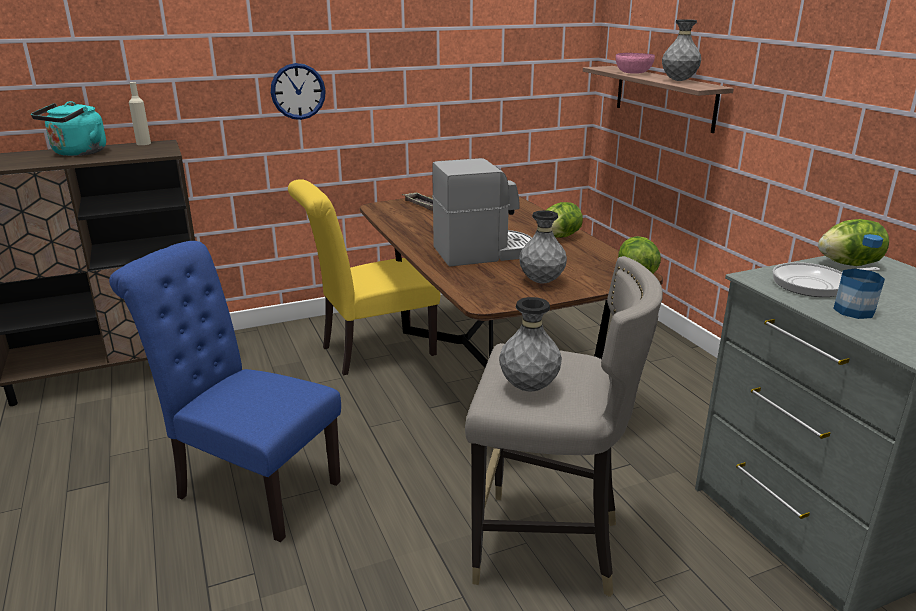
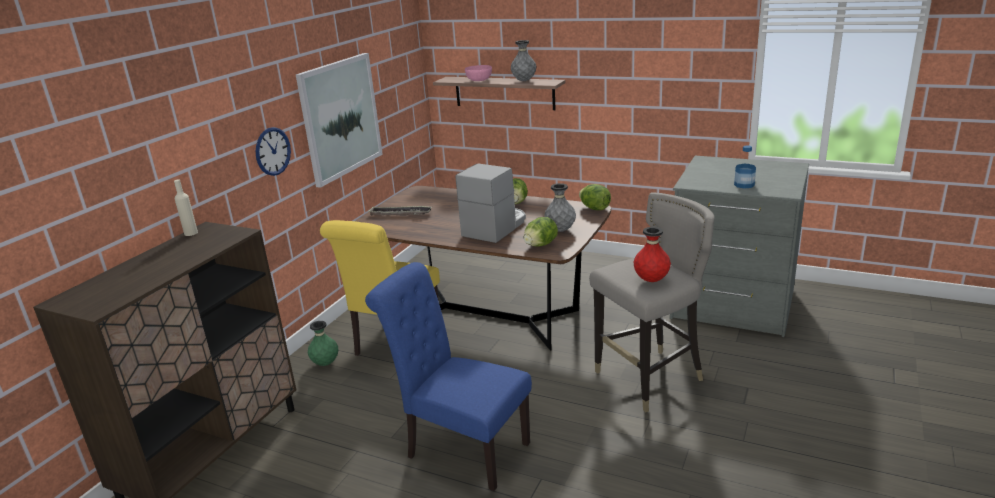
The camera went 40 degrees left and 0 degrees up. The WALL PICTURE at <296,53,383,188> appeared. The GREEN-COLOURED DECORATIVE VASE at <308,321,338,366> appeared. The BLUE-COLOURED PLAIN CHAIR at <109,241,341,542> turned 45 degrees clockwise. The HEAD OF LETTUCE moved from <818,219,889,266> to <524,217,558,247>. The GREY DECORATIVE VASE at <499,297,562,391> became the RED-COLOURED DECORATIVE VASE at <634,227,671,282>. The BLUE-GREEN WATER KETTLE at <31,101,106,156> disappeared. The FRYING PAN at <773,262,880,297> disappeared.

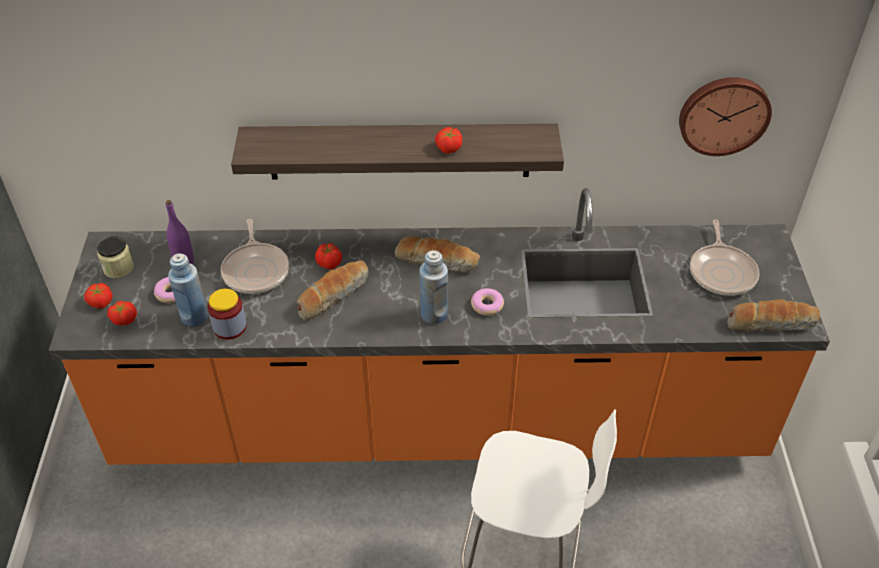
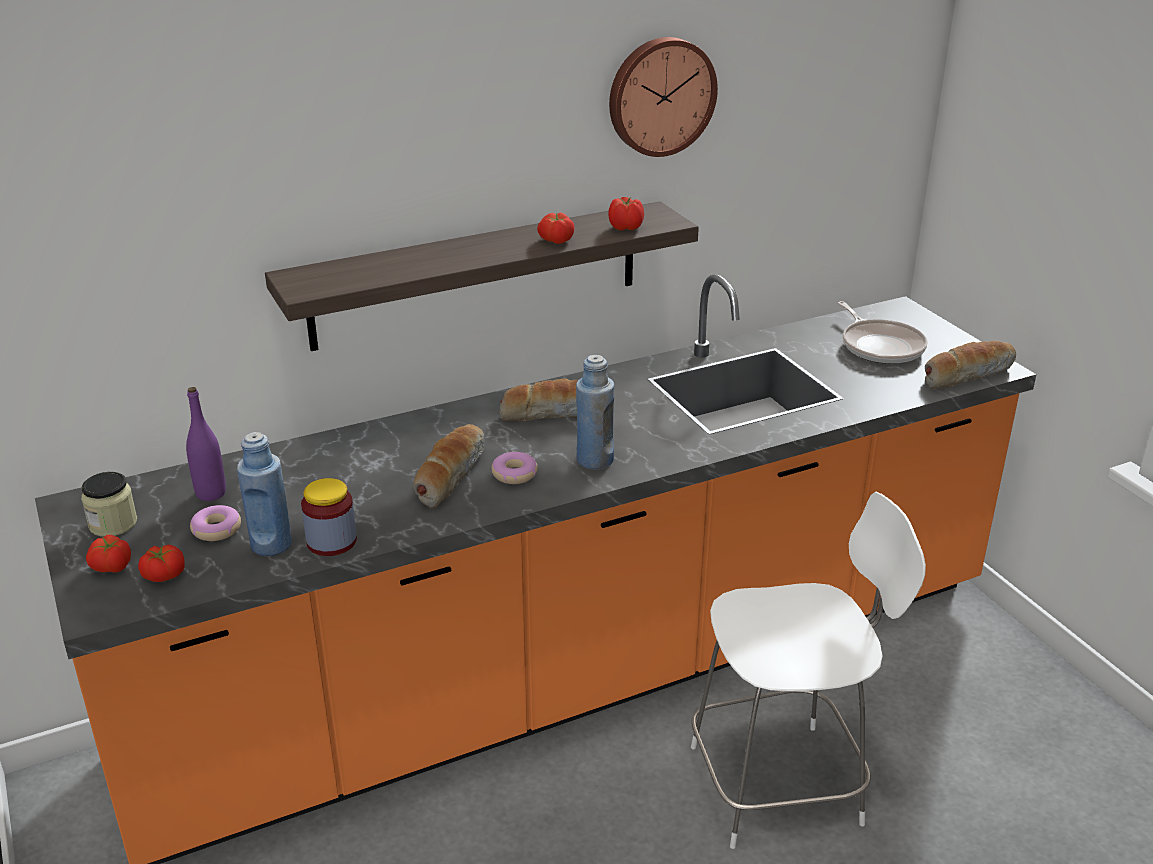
The camera went 25 degrees left and 15 degrees down. The DOUGHNUT moved from <471,288,504,316> to <491,452,538,484>. The FRESH TOMATO moved from <315,243,342,270> to <608,197,644,231>. The HANGING CLOCK moved from <679,77,772,156> to <609,37,718,157>. The FRYING PAN at <221,219,289,294> disappeared.

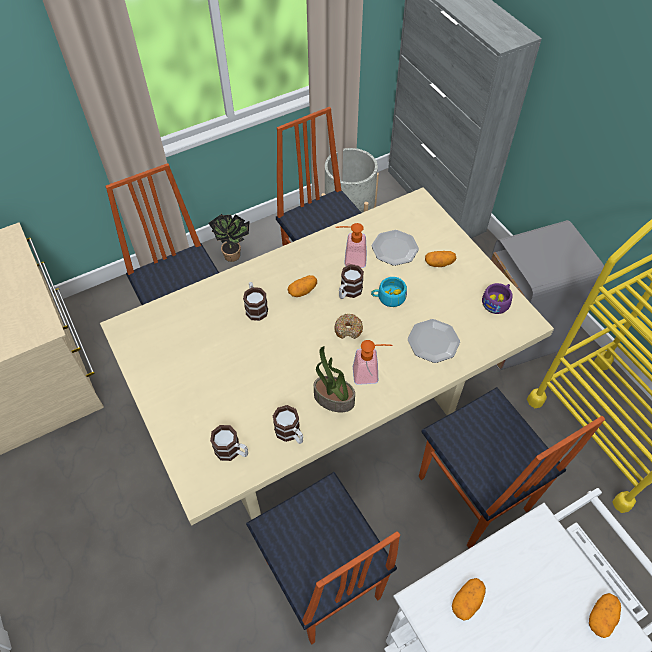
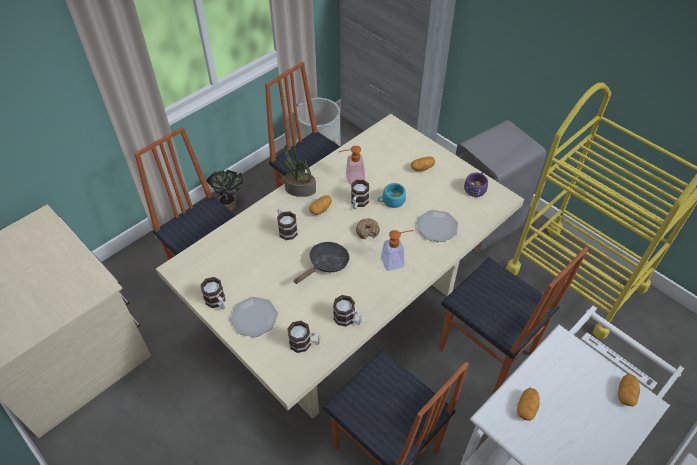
The camera went 15 degrees left and 5 degrees down. The MUG at <201,277,225,310> appeared. The DINNER PLATE moved from <372,230,419,266> to <230,297,278,337>. The POTTED PLANT moved from <314,346,355,413> to <284,145,316,197>. The BLACK FRYING PAN at <294,242,349,284> appeared.

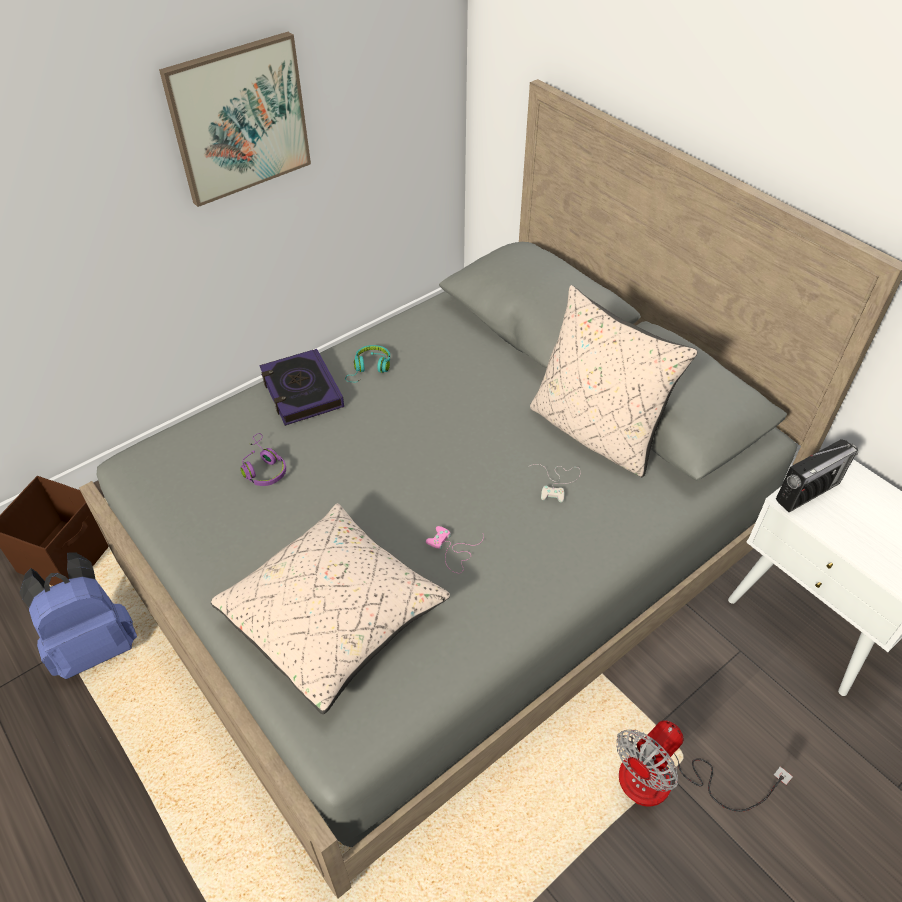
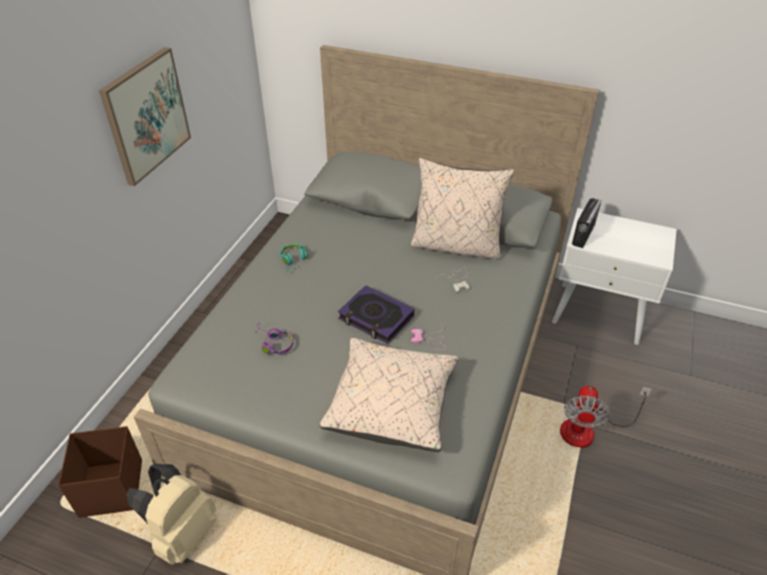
The camera went 30 degrees left and 5 degrees down. The BLUE-COLOURED RUCKSACK at <19,553,137,679> became the BEIGE RUCKSACK at <127,464,216,565>. The VOLUME moved from <259,349,344,426> to <338,285,414,344>.

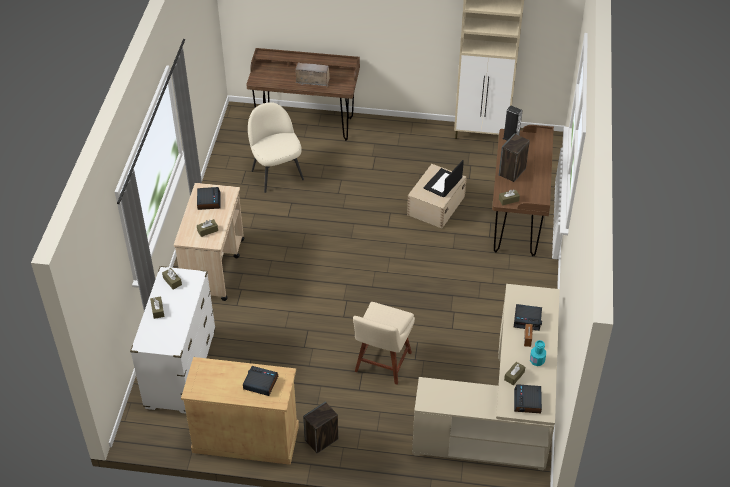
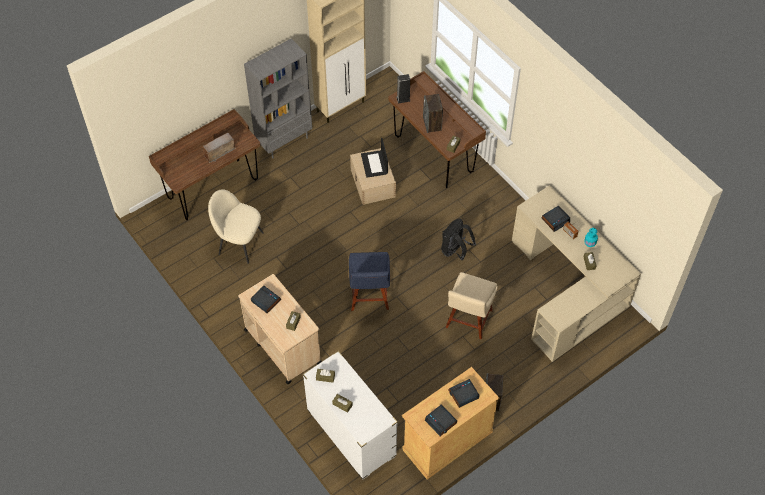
The camera went 45 degrees left and 10 degrees up. The GREY BOOKSHELF at <244,39,312,159> appeared. The BLUE-COLOURED PLAIN CHAIR at <349,252,390,311> appeared. The BEDSIDE CLOCK moved from <514,384,542,413> to <425,404,457,436>. The BLACK RUCKSACK at <441,219,476,260> appeared. The BEIGE PLAIN CHAIR at <353,302,415,385> turned 45 degrees clockwise.

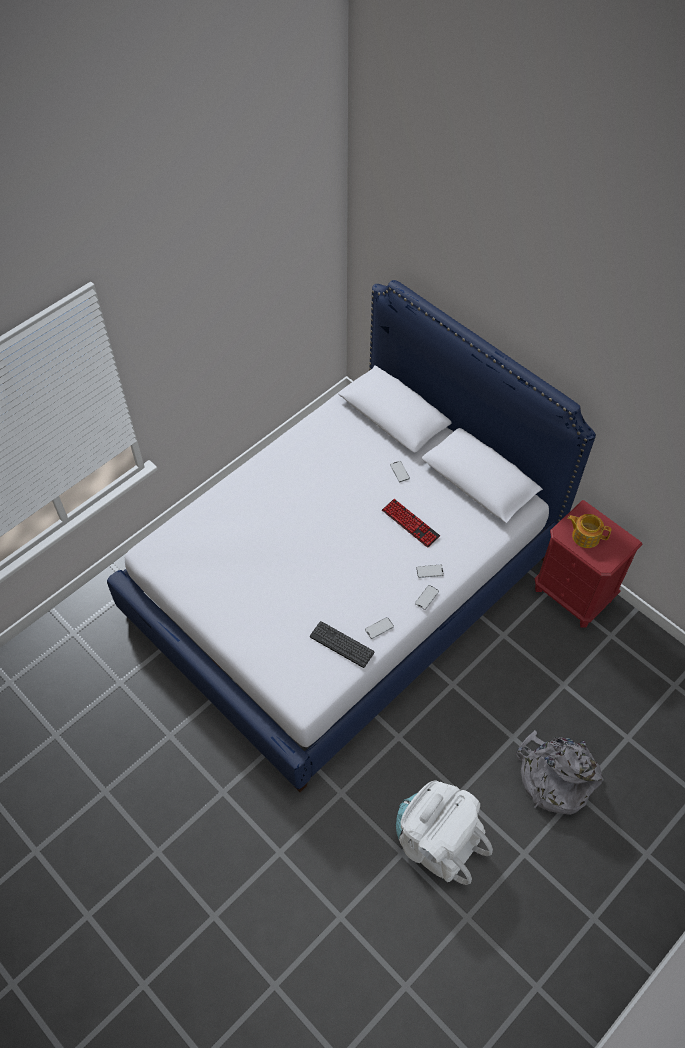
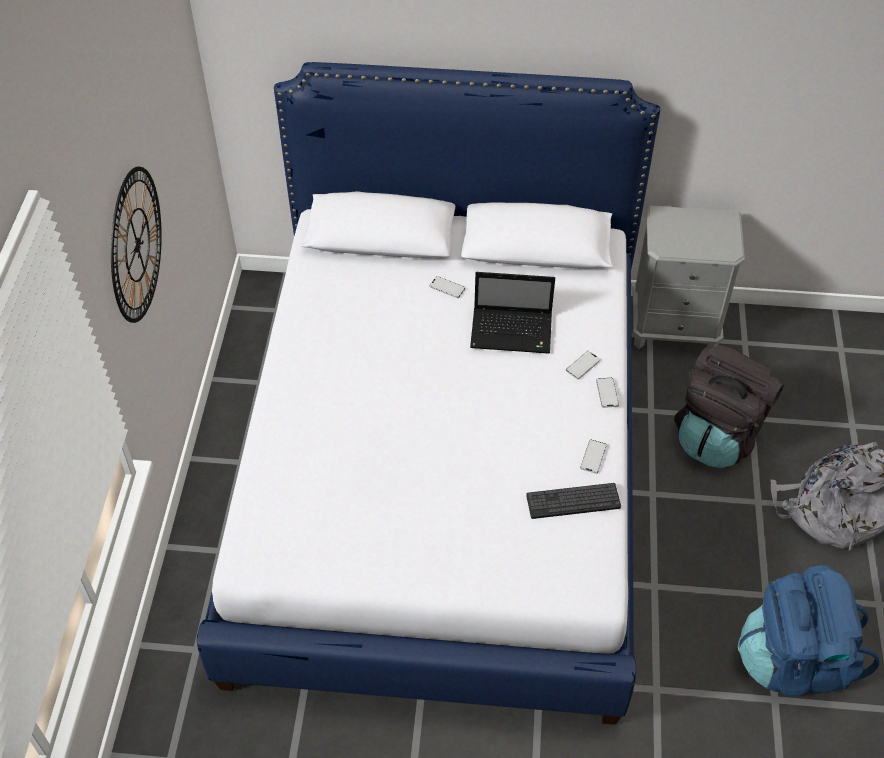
The camera went 40 degrees left and 5 degrees down. The HANGING CLOCK at <111,167,162,323> appeared. The KEYBOARD at <382,499,440,548> was replaced by the PORTABLE COMPUTER at <470,272,555,354>. The RED-COLOURED BEDSIDE TABLE at <535,500,642,627> became the GREY BEDSIDE TABLE at <632,206,745,349>. The BLACK RUCKSACK at <674,345,784,468> appeared. The WHITE RUCKSACK at <396,780,493,885> became the BLUE-COLOURED RUCKSACK at <738,565,880,696>. The TEAPOT at <568,514,611,548> disappeared.

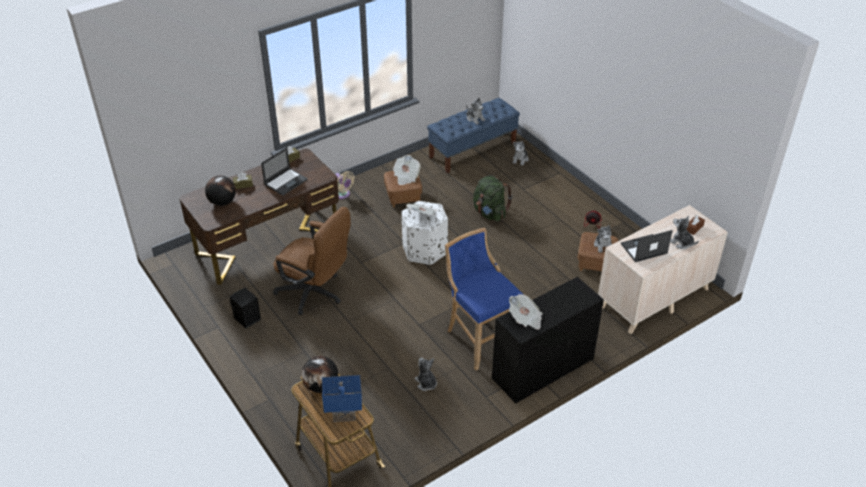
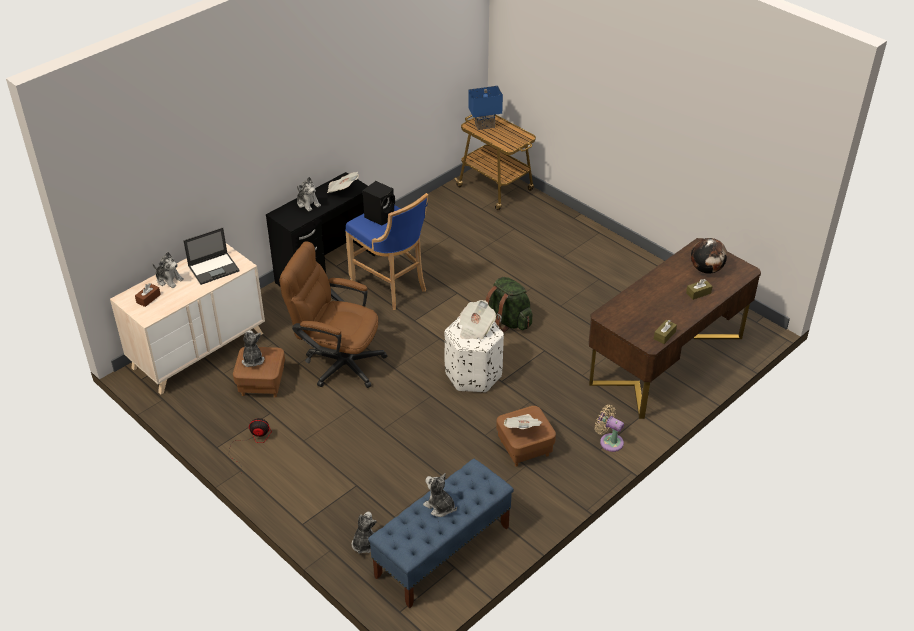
The camera went 170 degrees right and 0 degrees up. The BROWN OFFICE CHAIR moved from <273,207,351,315> to <280,241,387,388>. The PLUSH TOY moved from <415,358,437,391> to <297,177,321,212>. The BLACK LOUDSPEAKER moved from <230,288,261,329> to <363,181,395,226>. The GREEN-COLOURED RUCKSACK moved from <473,175,513,222> to <485,277,532,332>. The PORTABLE COMPUTER at <261,147,308,196> disappeared. The GLOBE at <301,356,338,393> disappeared.

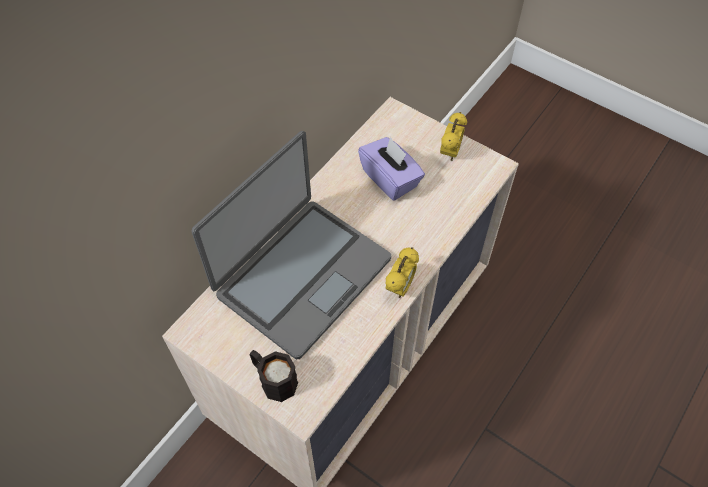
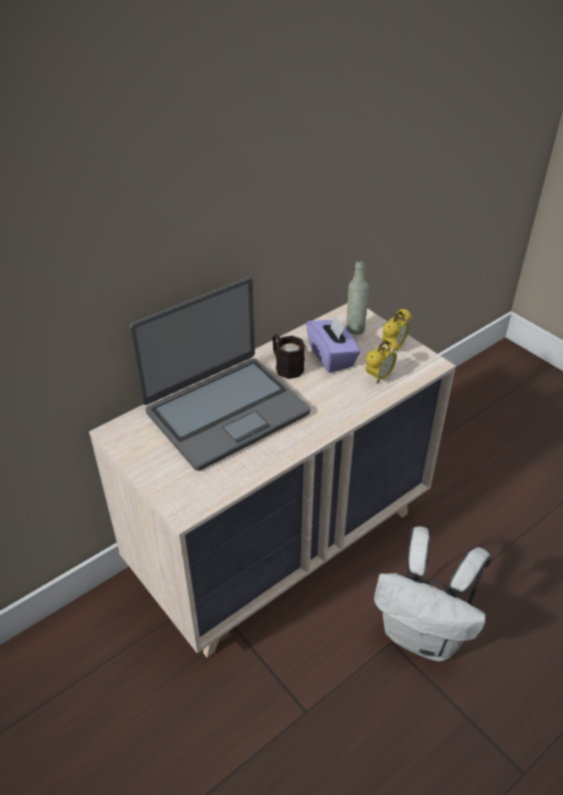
The camera went 15 degrees right and 15 degrees down. The BLACK MUG moved from <250,350,298,402> to <272,334,305,379>. The GREY DRINK BOTTLE at <346,261,369,334> appeared. The BEDSIDE CLOCK moved from <385,247,419,298> to <366,338,399,384>. The WHITE RUCKSACK at <374,526,492,662> appeared.

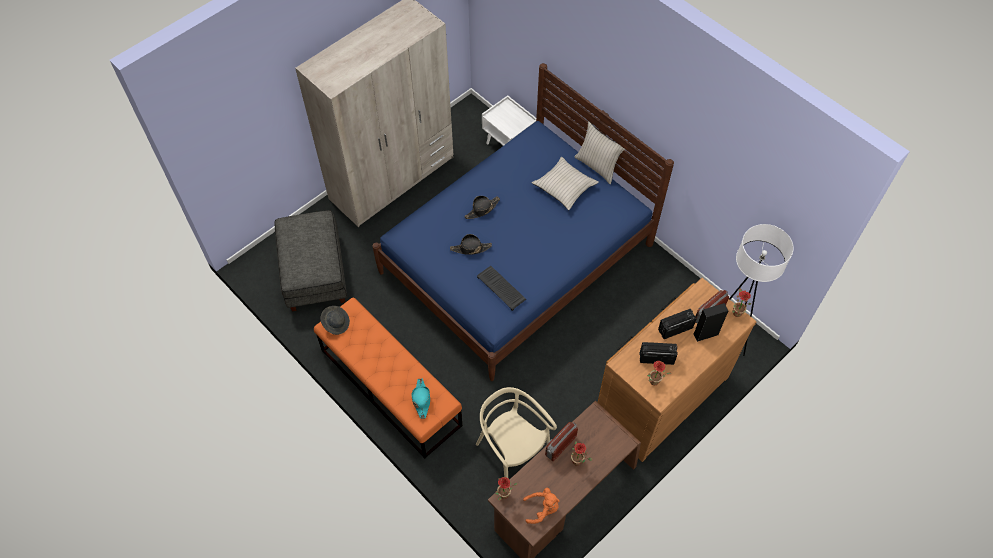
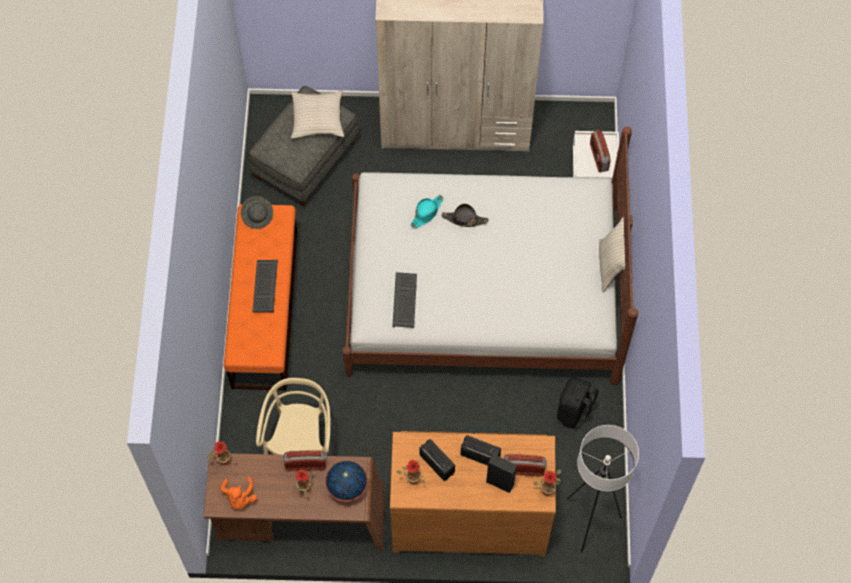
The camera went 45 degrees right and 5 degrees up. The ORANGEY PLUSH TOY at <523,488,560,524> turned 45 degrees clockwise. The KEYBOARD at <252,260,278,312> appeared. The BEIGE PILLOW moved from <532,157,599,210> to <291,91,344,139>. The GLOBE at <325,461,368,502> appeared. The BLUE-COLOURED BED at <373,63,674,381> became the WHITE BED at <342,127,638,386>. The BLUE-GREEN CLOTHING HAT moved from <412,379,430,419> to <410,195,443,229>. The BLACK RUCKSACK at <557,377,600,429> appeared. The RADIO RECEIVER at <590,129,611,172> appeared. The BLACK CLOTHING HAT at <450,234,492,255> disappeared.

